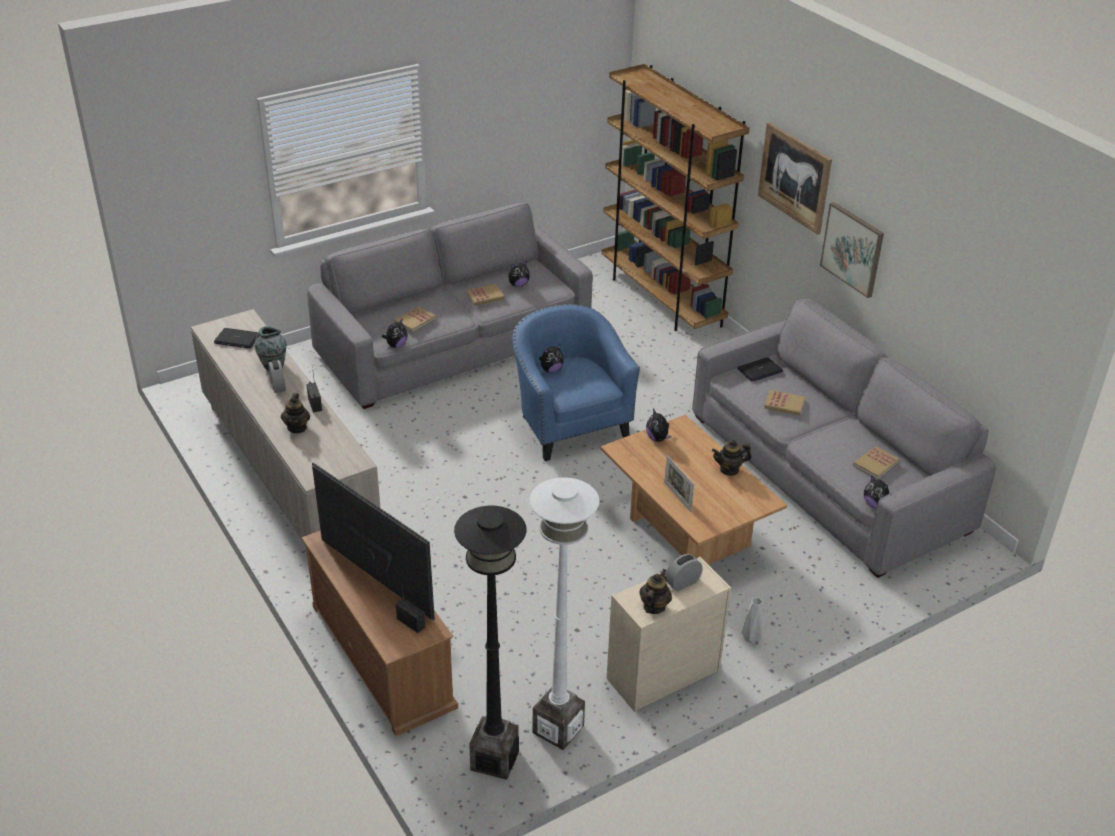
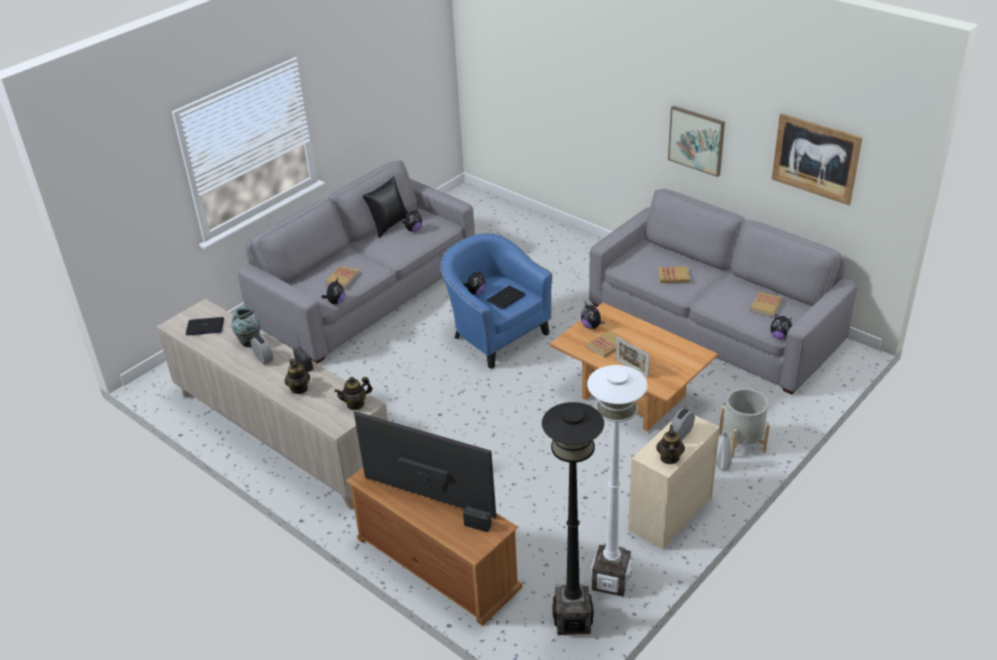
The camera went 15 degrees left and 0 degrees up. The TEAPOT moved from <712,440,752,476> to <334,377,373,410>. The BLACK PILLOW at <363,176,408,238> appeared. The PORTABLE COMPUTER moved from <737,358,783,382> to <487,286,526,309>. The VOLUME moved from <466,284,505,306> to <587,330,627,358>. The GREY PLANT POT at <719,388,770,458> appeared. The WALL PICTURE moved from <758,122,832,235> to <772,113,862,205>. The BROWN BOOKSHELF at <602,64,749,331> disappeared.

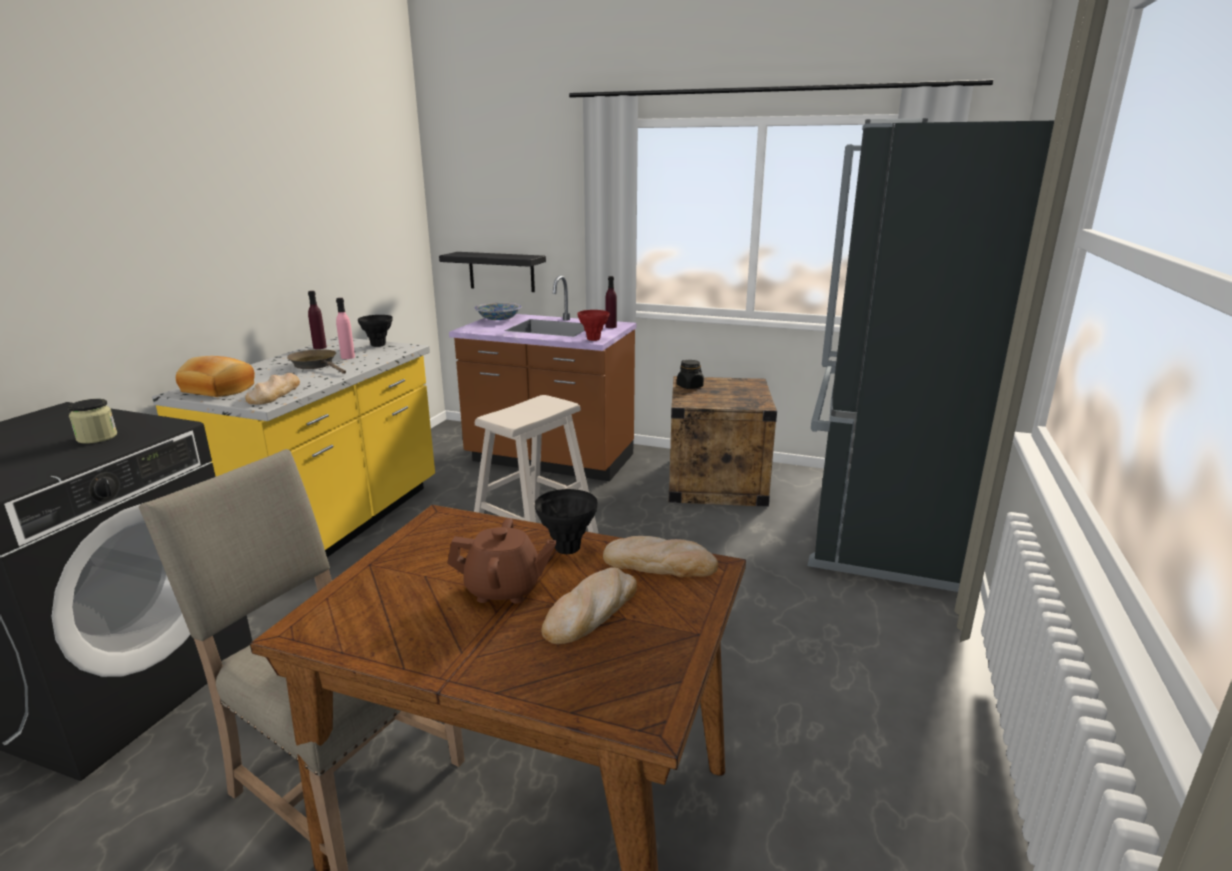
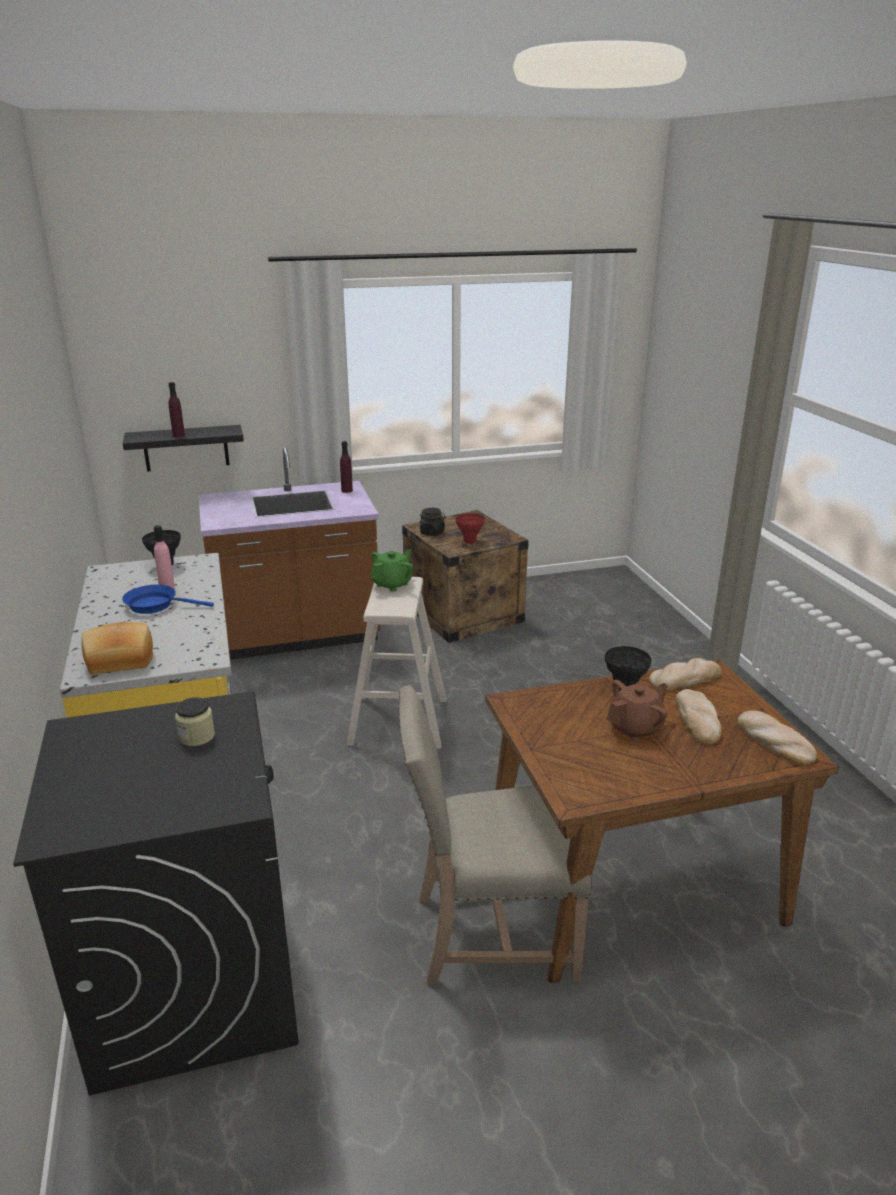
The camera went 35 degrees left and 5 degrees up. The BROWN FRYING PAN at <287,349,346,374> became the BLUE-COLOURED FRYING PAN at <122,584,214,614>. The PURPLE DRINK BOTTLE moved from <308,291,327,349> to <168,382,185,437>. The GREEN-COLOURED TEAPOT at <371,549,413,592> appeared. The RED-COLOURED DECORATIVE VASE moved from <578,310,609,341> to <456,513,485,544>. The BREAD moved from <245,373,300,404> to <737,710,817,766>. The DEEP DISH at <475,303,522,320> disappeared. The BLACK FRIDGE at <808,118,1054,592> disappeared.

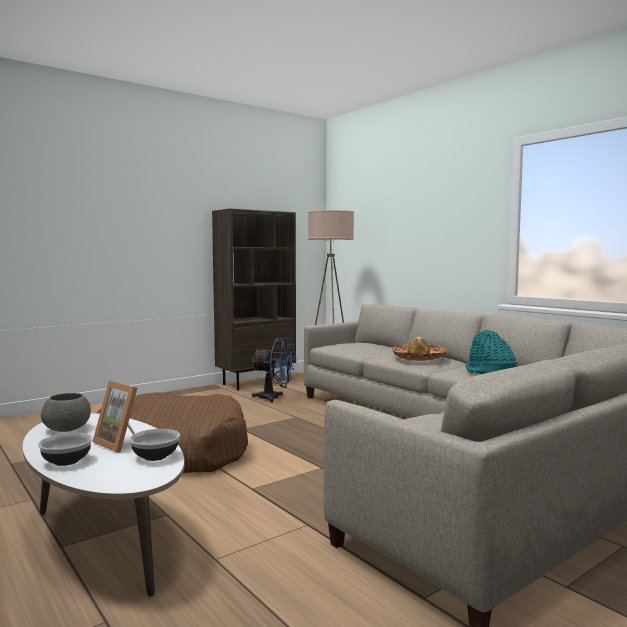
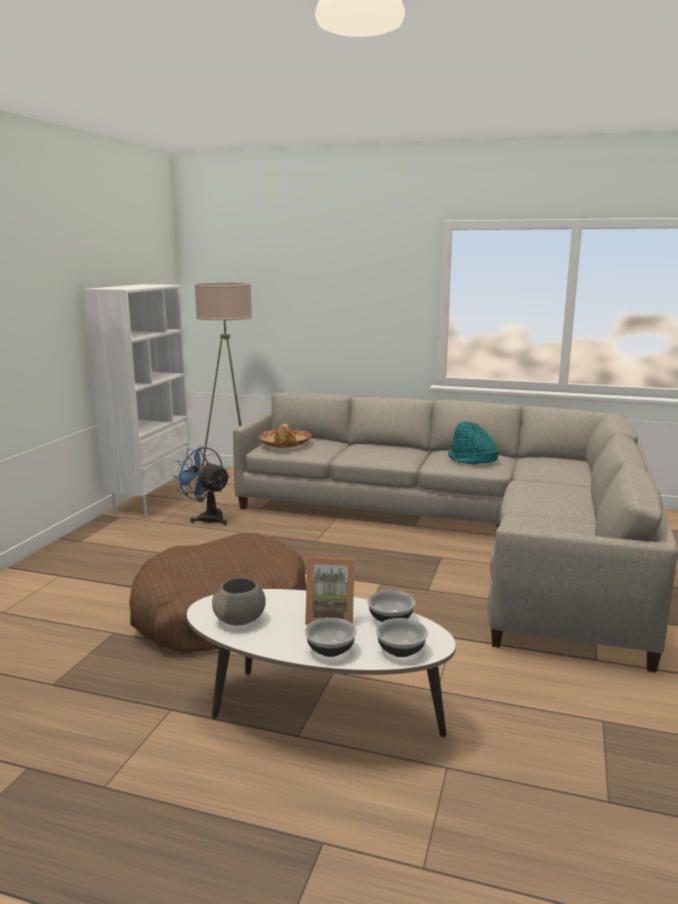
The camera went 35 degrees left and 10 degrees up. The BROWN BOOKSHELF at <212,208,296,390> became the WHITE BOOKSHELF at <83,284,190,516>. The BLUE-COLOURED COOLING FAN at <251,338,295,403> turned 120 degrees counterclockwise. The CLOTHING HAT moved from <392,337,447,361> to <259,424,312,448>. The DEEP DISH at <376,618,428,657> appeared.

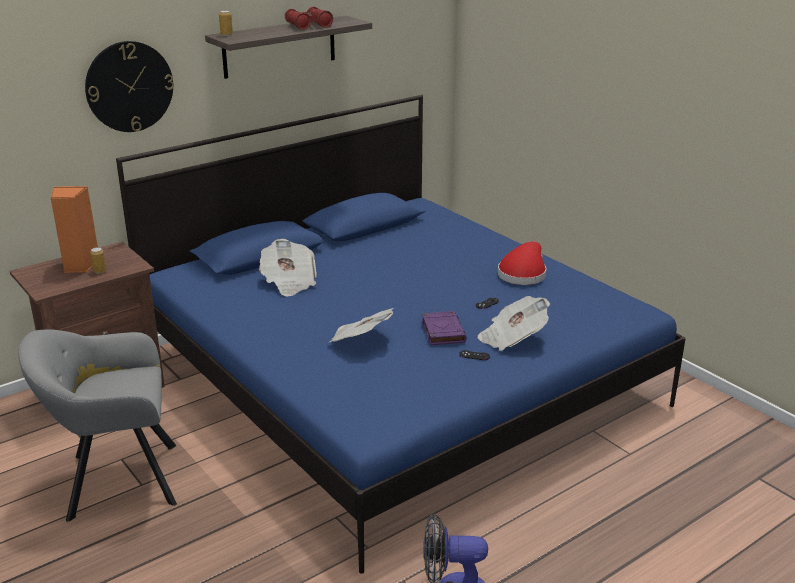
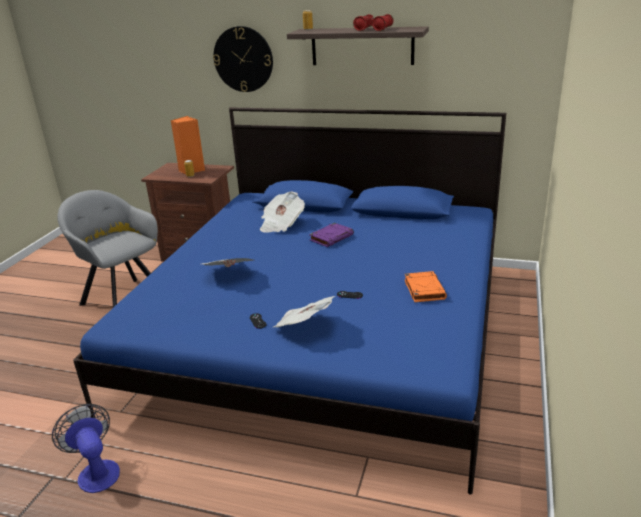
The camera went 55 degrees right and 0 degrees up. The PURPLE VOLUME moved from <422,311,467,345> to <309,223,354,247>. The RED-COLOURED CLOTHING HAT at <498,242,546,285> was replaced by the ORANGEY VOLUME at <405,271,447,302>.

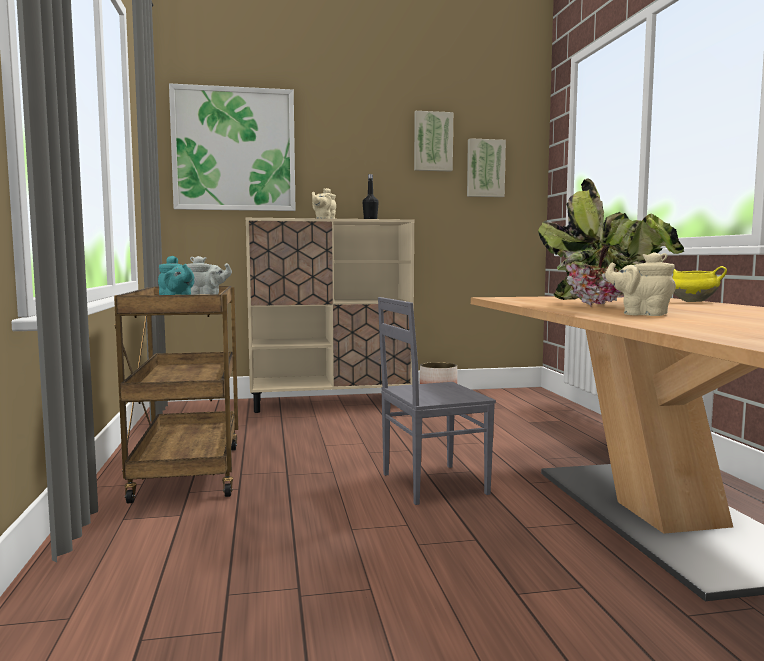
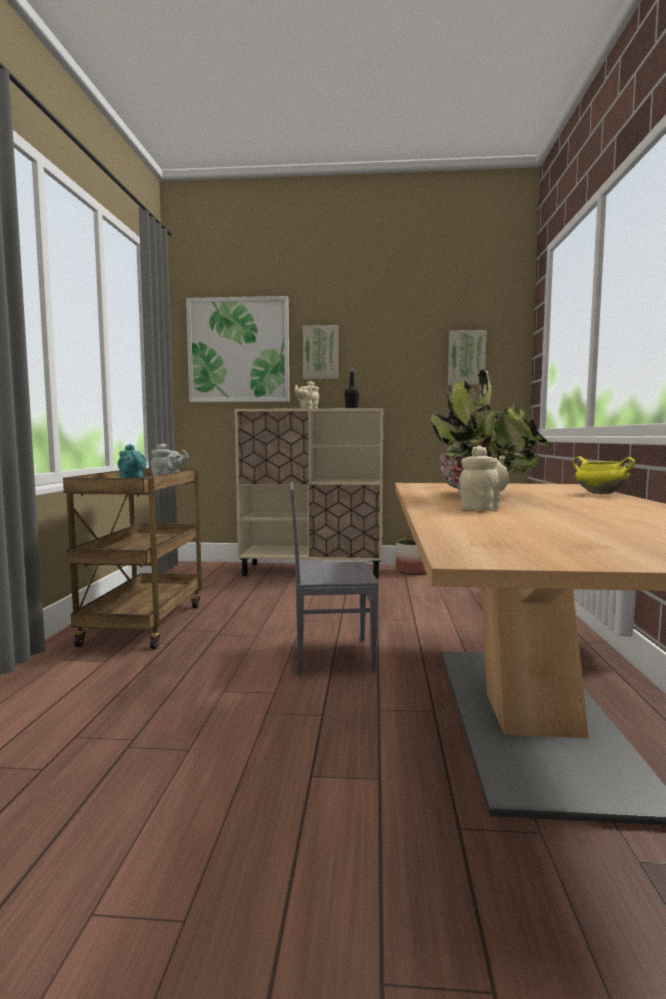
The camera went 15 degrees right and 0 degrees up. The WALL PICTURE moved from <414,111,453,171> to <303,325,338,379>. The BEIGE TEAPOT at <605,252,676,316> turned 90 degrees clockwise.

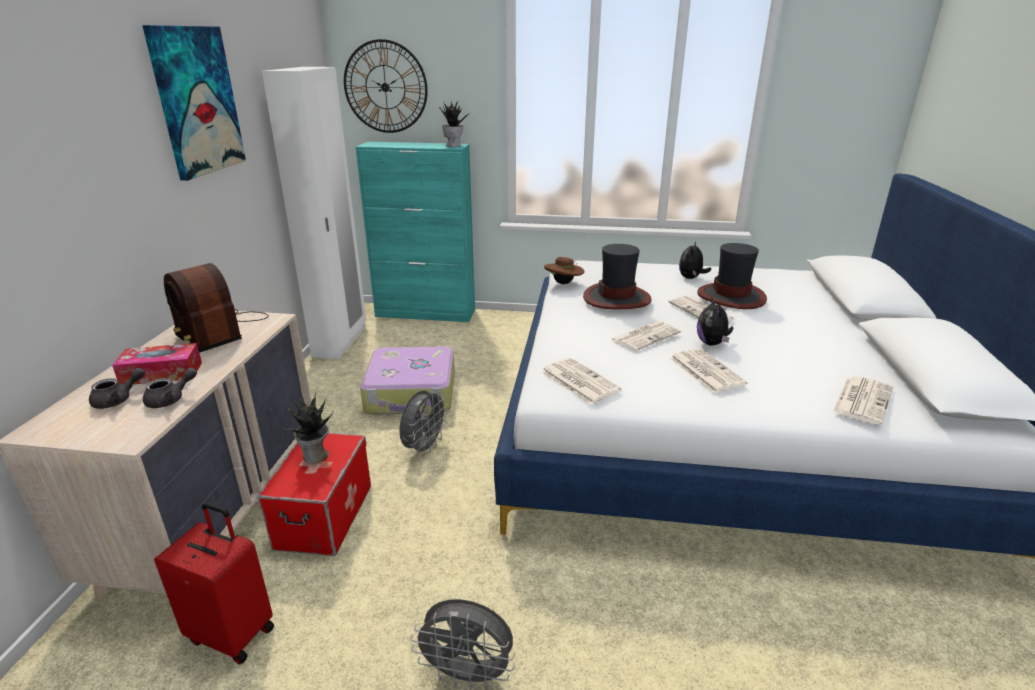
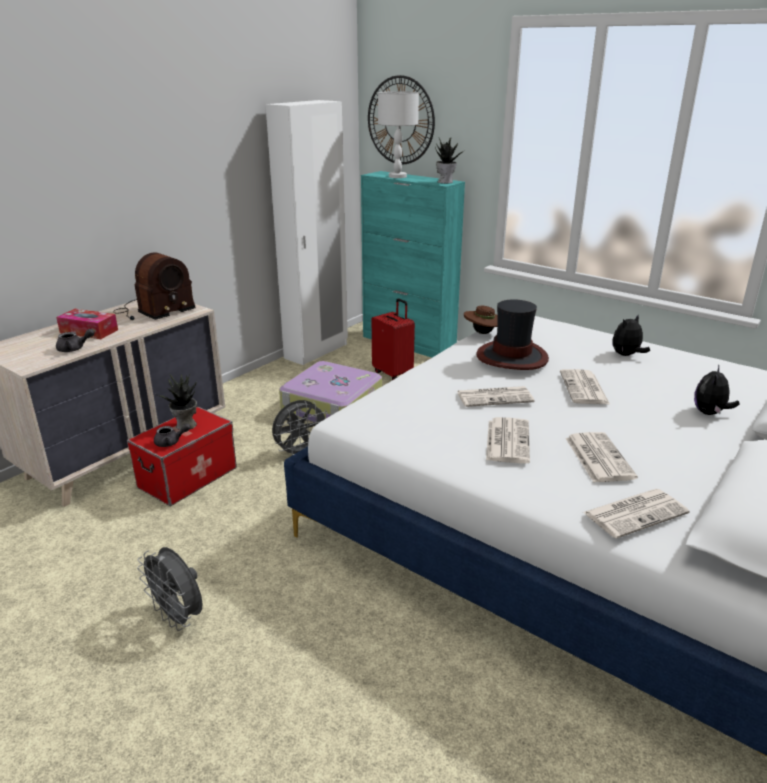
The camera went 30 degrees right and 0 degrees up. The RADIO RECEIVER at <164,263,269,353> turned 120 degrees counterclockwise. The GREY TEAPOT moved from <89,368,145,409> to <154,423,191,447>. The RED-COLOURED SUITCASE moved from <154,502,274,664> to <372,298,415,380>. The WHITE LAMP FOR A TABLE at <378,91,419,178> appeared. The PRINTED PAPER moved from <542,358,621,404> to <565,432,638,483>. The PLUSH TOY moved from <697,297,733,346> to <694,364,740,415>. The WALL PICTURE at <142,25,246,181> disappeared. The CLOTHING HAT at <697,243,767,309> disappeared.

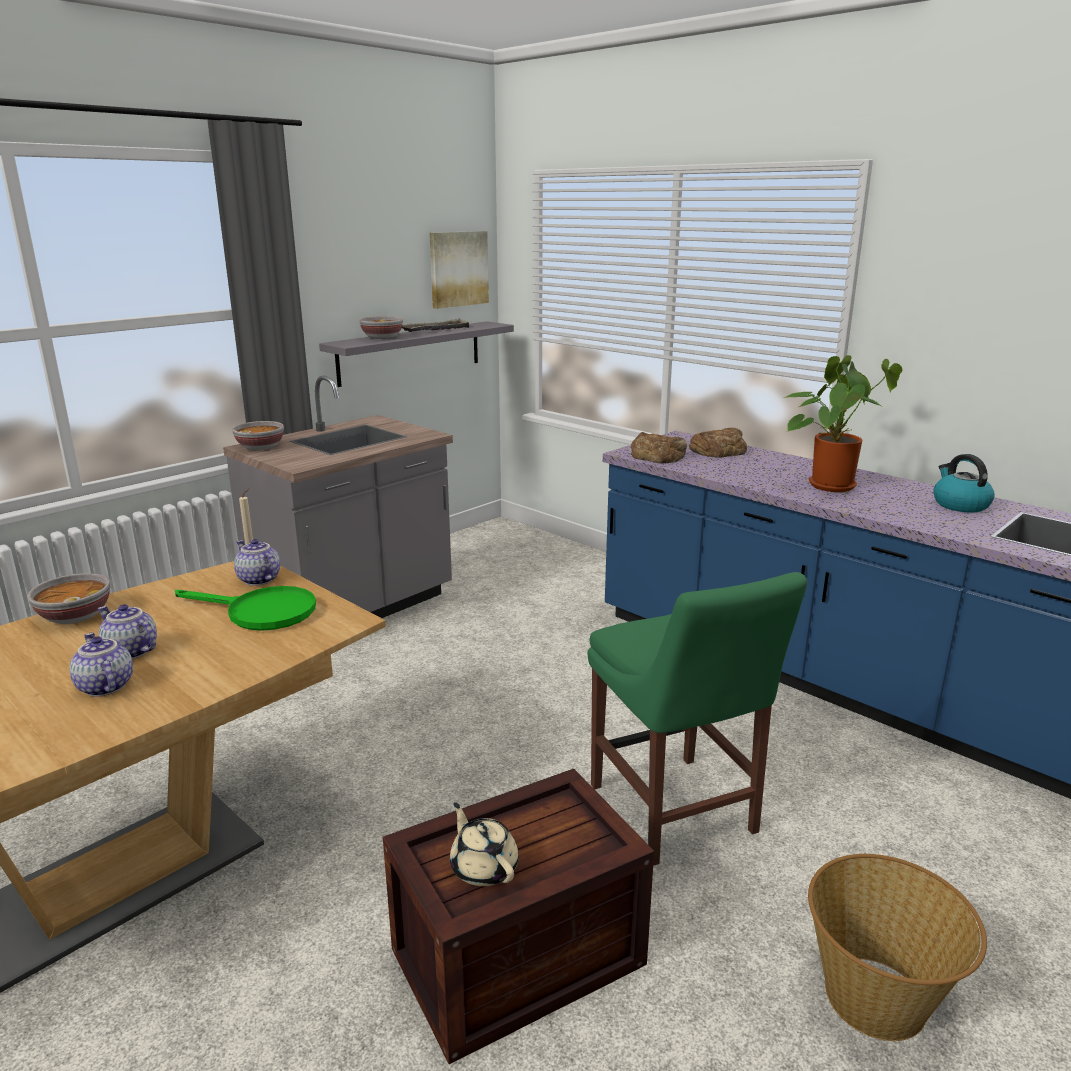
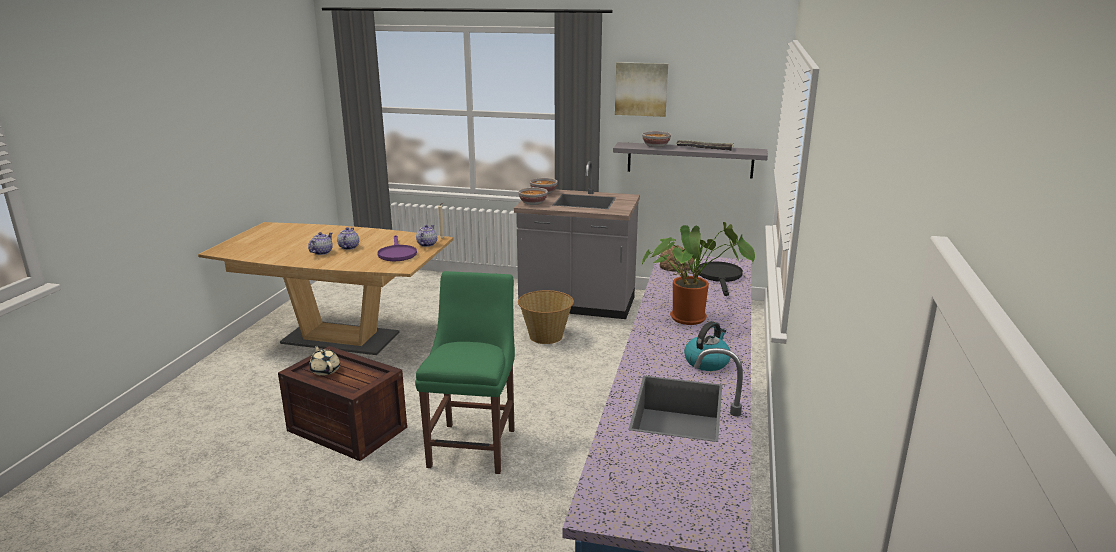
The camera went 60 degrees right and 0 degrees up. The BEIGE TEAPOT at <450,803,519,886> turned 60 degrees counterclockwise. The GREEN-COLOURED FRYING PAN at <175,586,316,631> became the PURPLE FRYING PAN at <377,235,417,261>. The GREEN-COLOURED PLAIN CHAIR at <588,572,807,866> turned 150 degrees clockwise. The DEEP DISH moved from <28,573,110,624> to <518,187,548,205>. The STORAGE BASKET moved from <808,854,987,1041> to <518,290,574,344>. The WALL PICTURE moved from <430,231,489,309> to <615,62,668,117>. The BREAD at <689,428,747,458> was replaced by the BLACK FRYING PAN at <698,262,743,296>.

